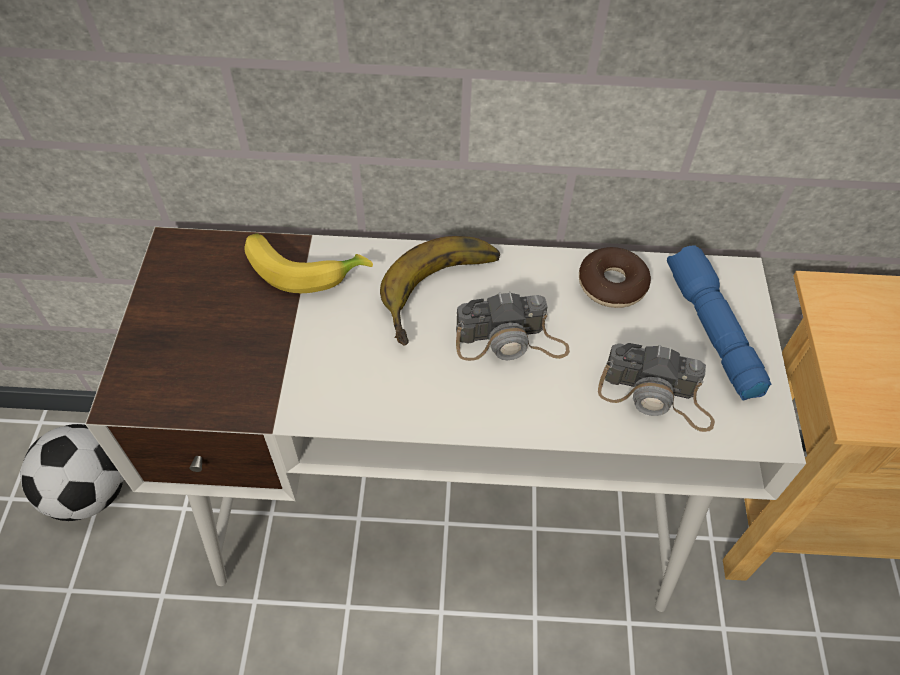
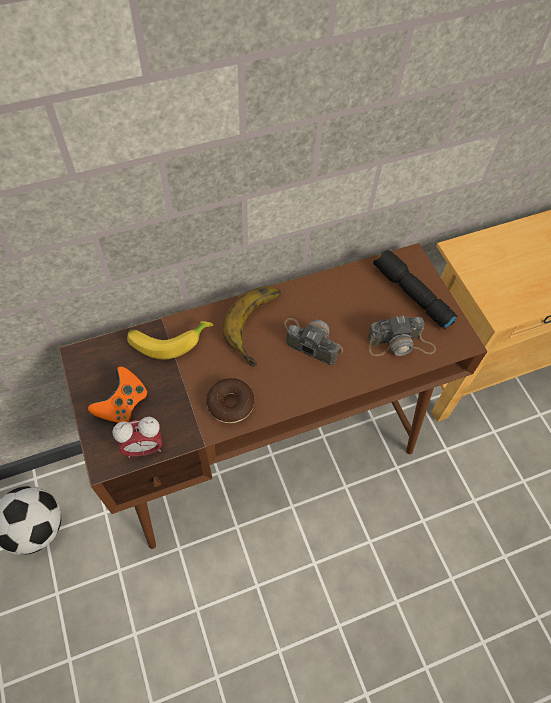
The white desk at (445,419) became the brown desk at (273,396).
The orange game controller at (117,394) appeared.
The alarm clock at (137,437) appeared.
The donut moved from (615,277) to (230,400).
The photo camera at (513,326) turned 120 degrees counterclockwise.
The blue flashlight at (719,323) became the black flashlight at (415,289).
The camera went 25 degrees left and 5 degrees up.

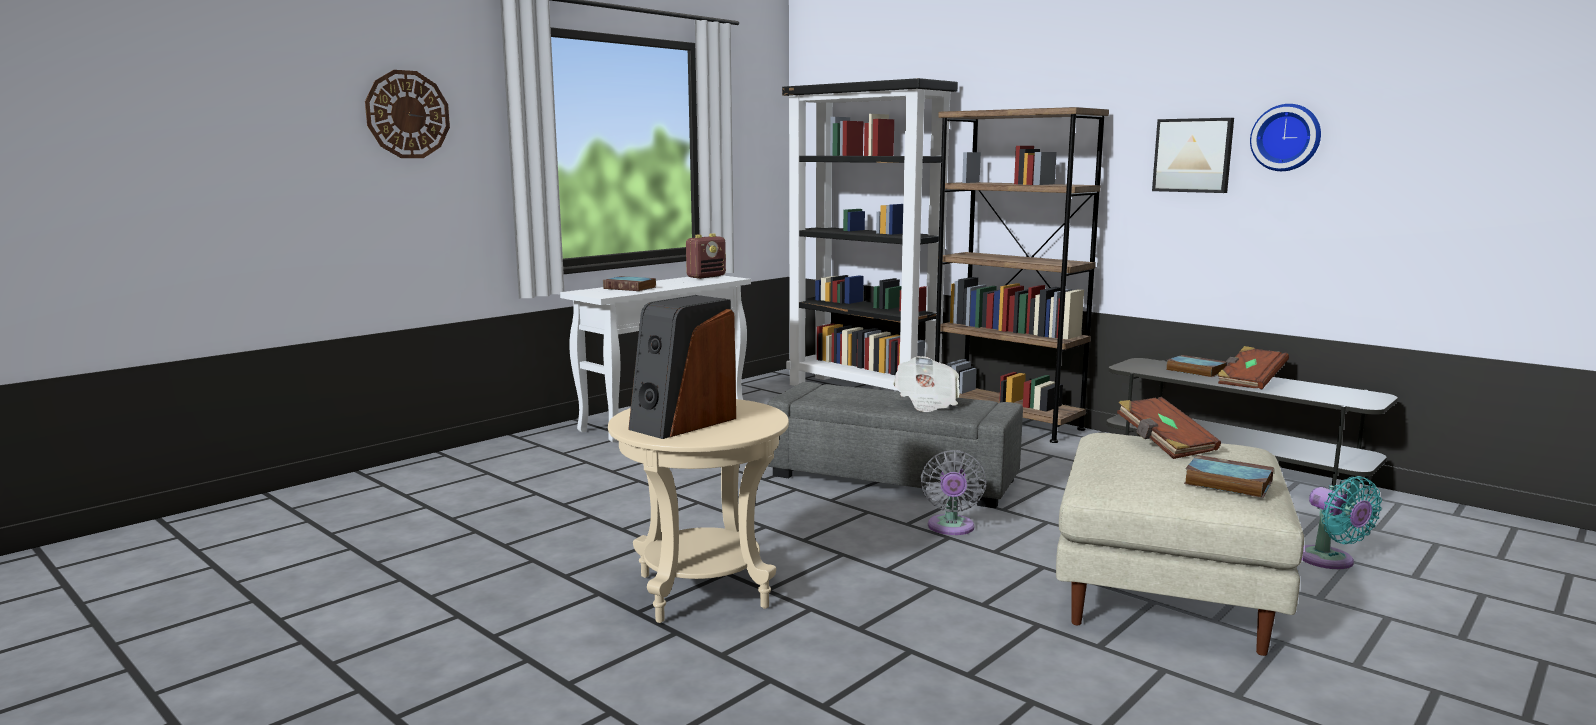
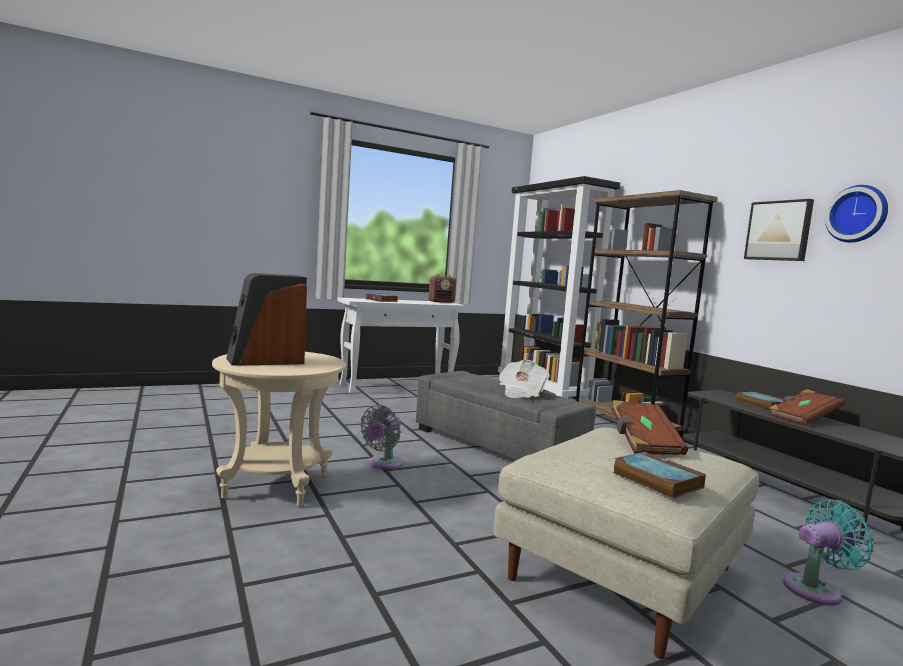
The grey fan moved from (953,492) to (381,437).
The turquoise fan at (1342,522) turned 105 degrees counterclockwise.
The wall clock at (407,114) disappeared.
The camera went 20 degrees right and 5 degrees down.

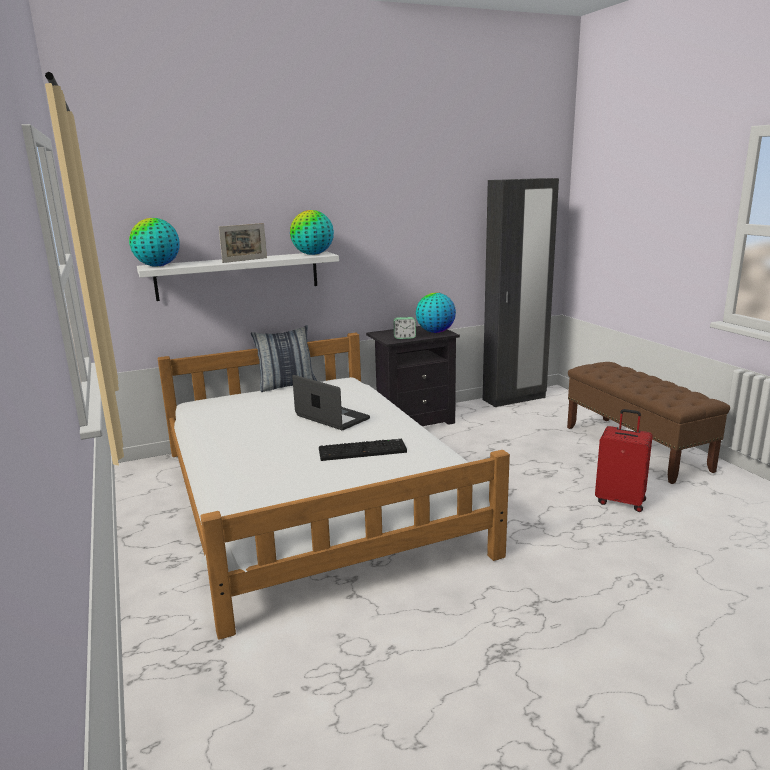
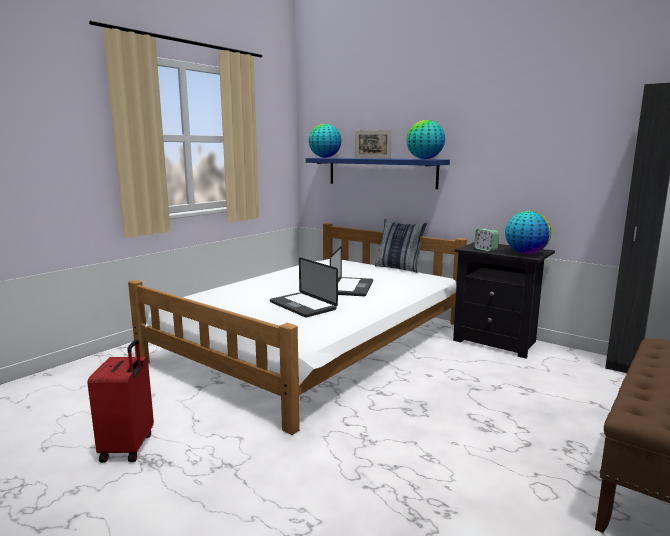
The red suitcase moved from (624,460) to (120,401).
The keyboard at (363,450) was replaced by the laptop at (304,287).
The white shelf at (238,276) became the blue shelf at (378,173).
The camera went 60 degrees right and 5 degrees down.

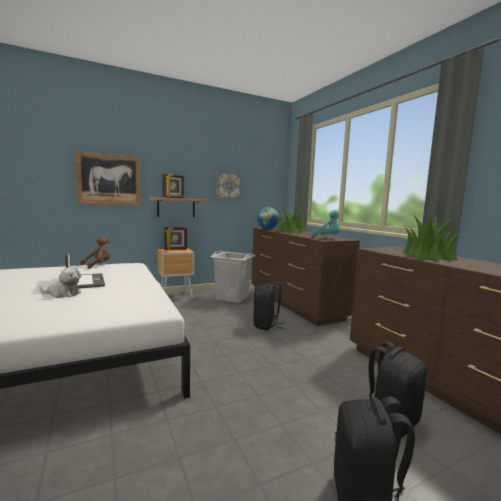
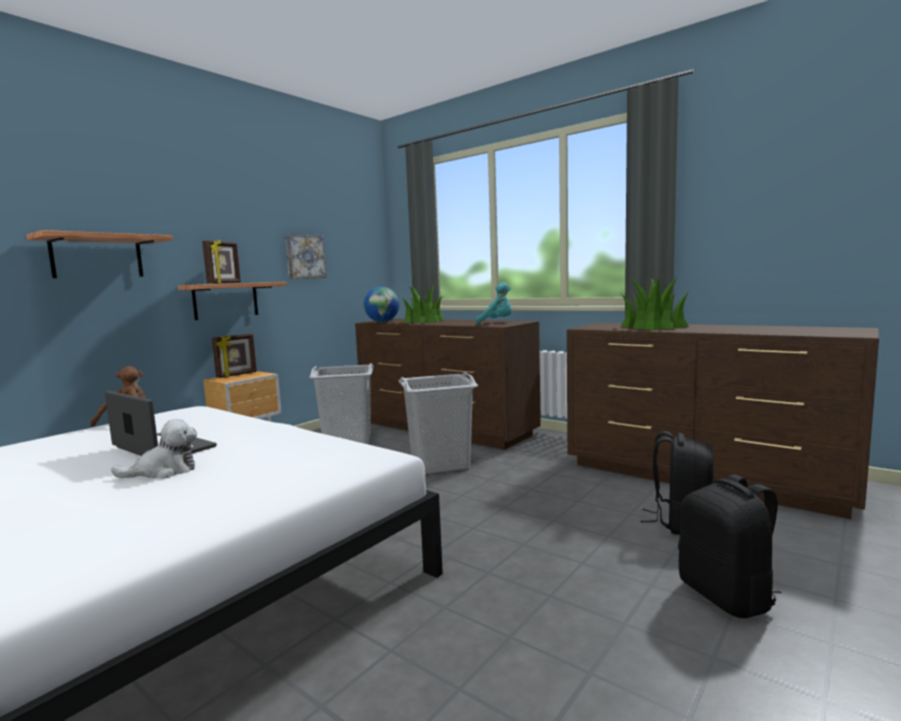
The picture at (108,178) was replaced by the shelf at (99,254).
The black backpack at (268,306) was replaced by the grey laundry basket at (438,423).
The camera went 25 degrees left and 0 degrees up.

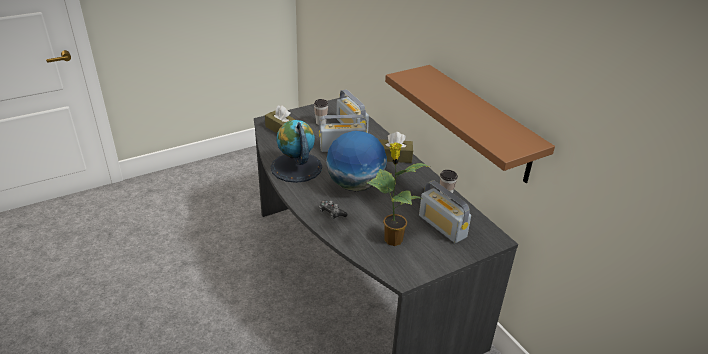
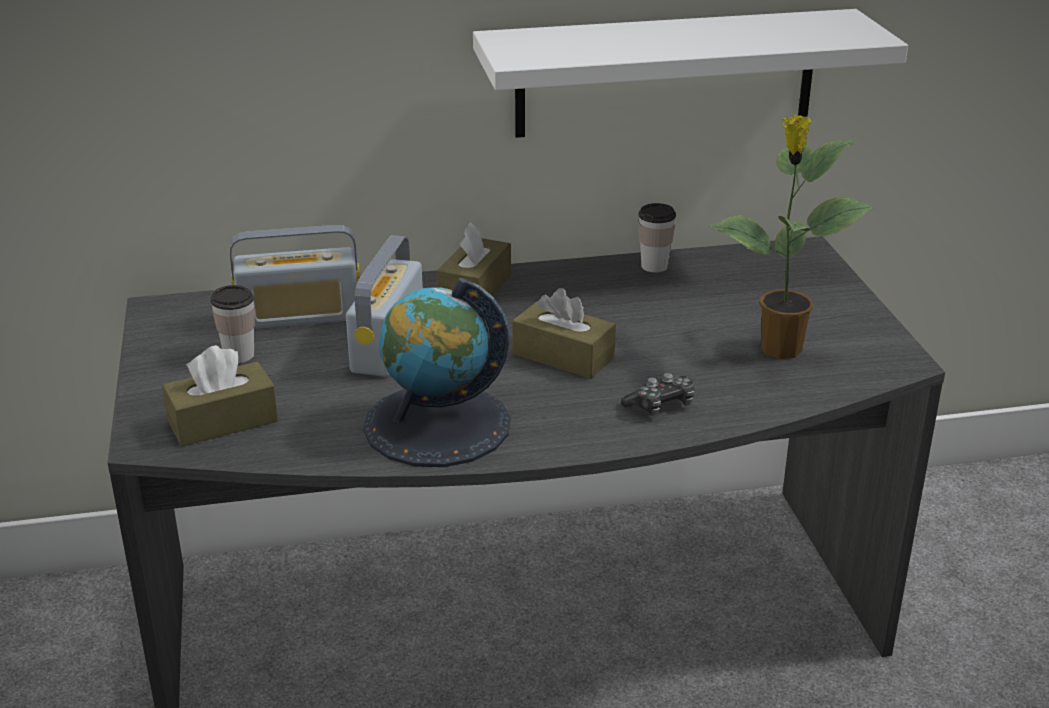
The brown shelf at (470,124) became the white shelf at (690,73).
The globe at (356,161) was replaced by the brown tissue box at (564,333).
The radio at (445,211) disappeared.
The camera went 70 degrees left and 5 degrees down.

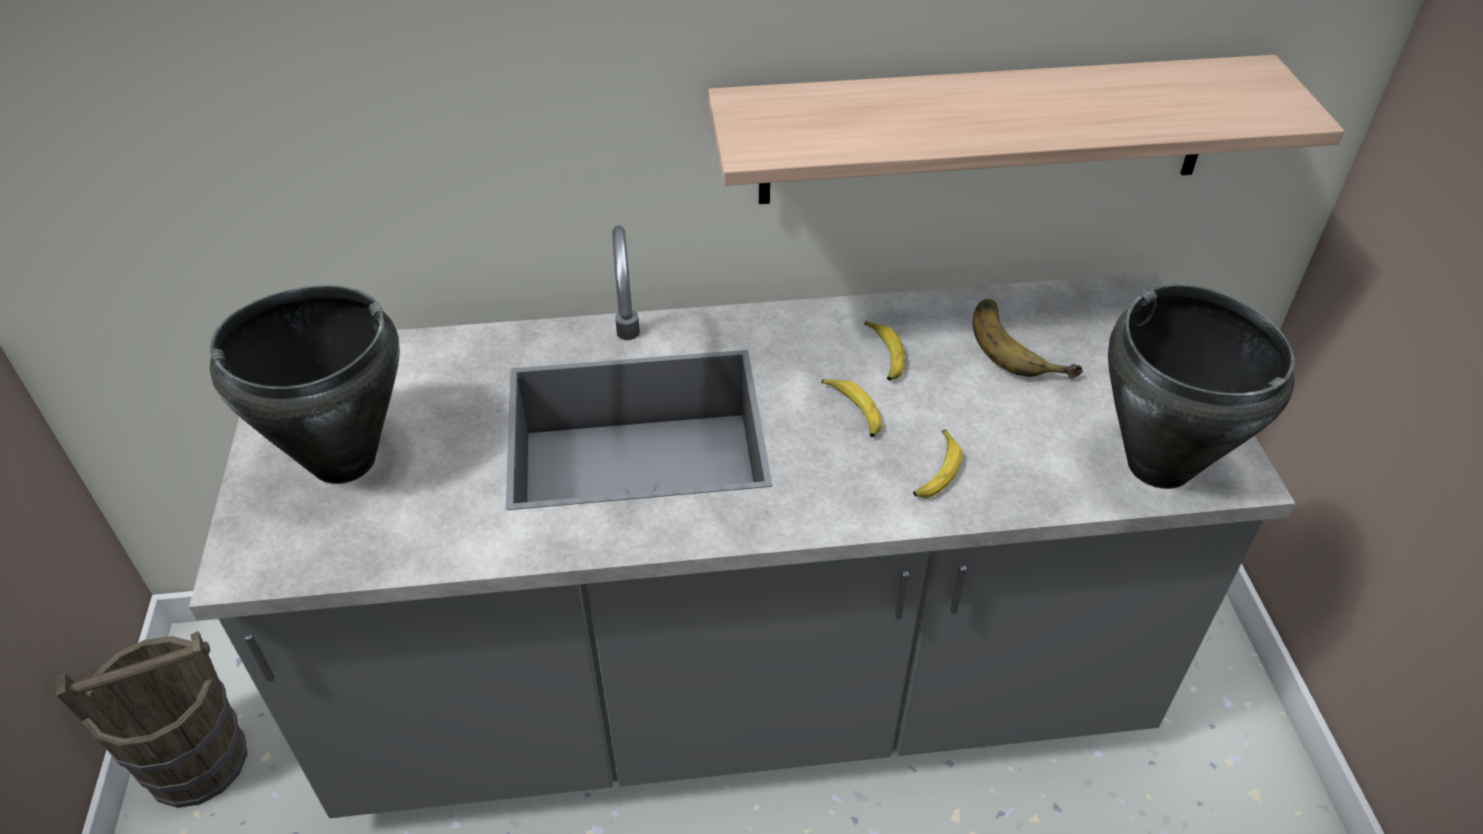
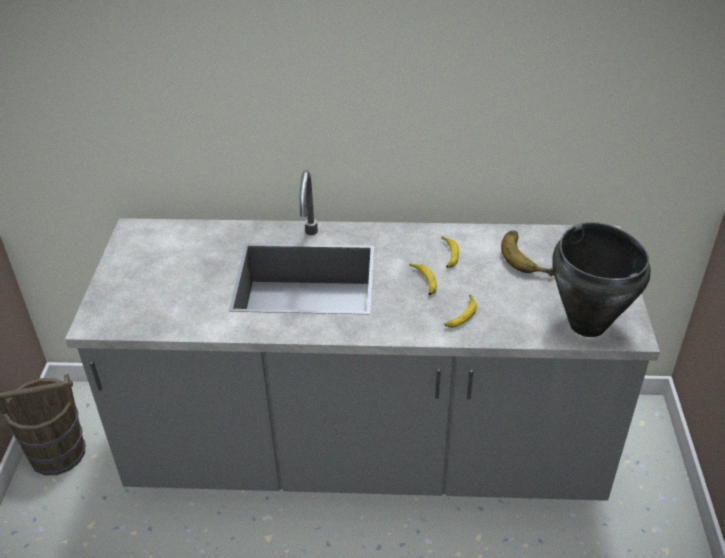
The black cooking pot at (305,384) disappeared.
The shelf at (1026,129) disappeared.
The camera went 10 degrees right and 5 degrees down.

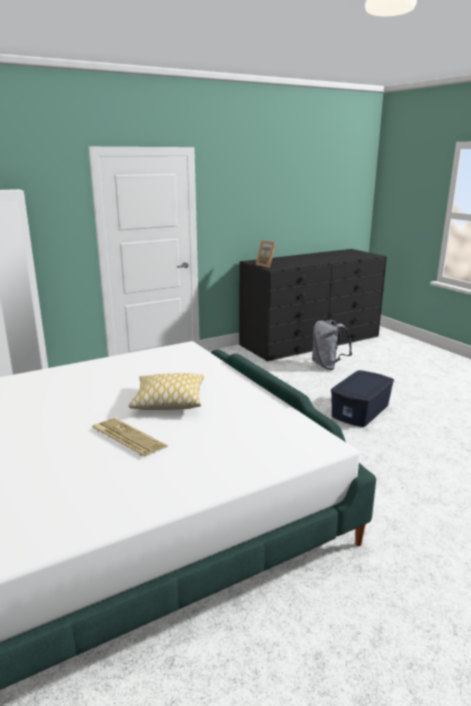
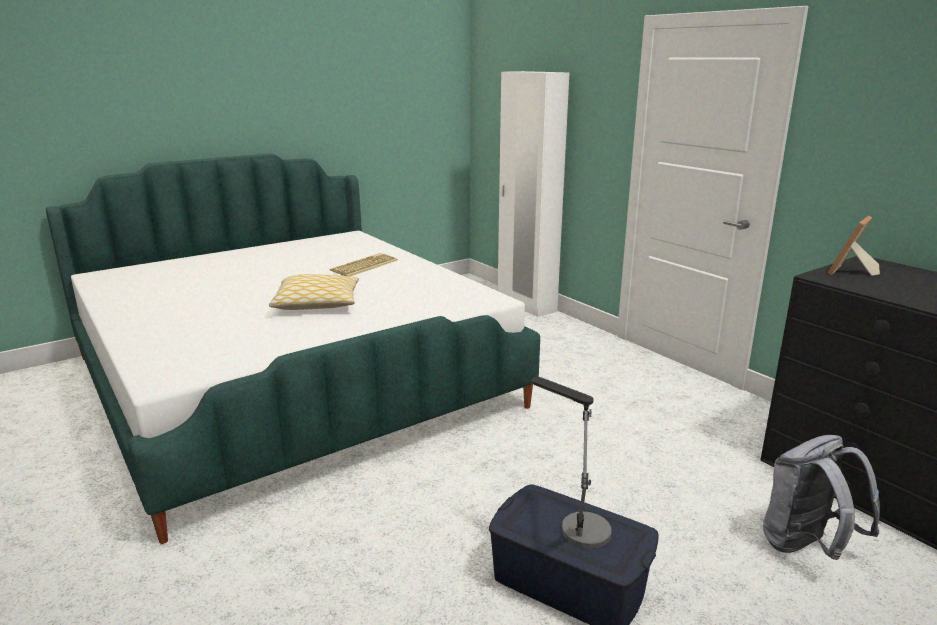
The keyboard moved from (130,437) to (364,264).
The table lamp at (571,463) appeared.
The camera went 85 degrees right and 0 degrees up.

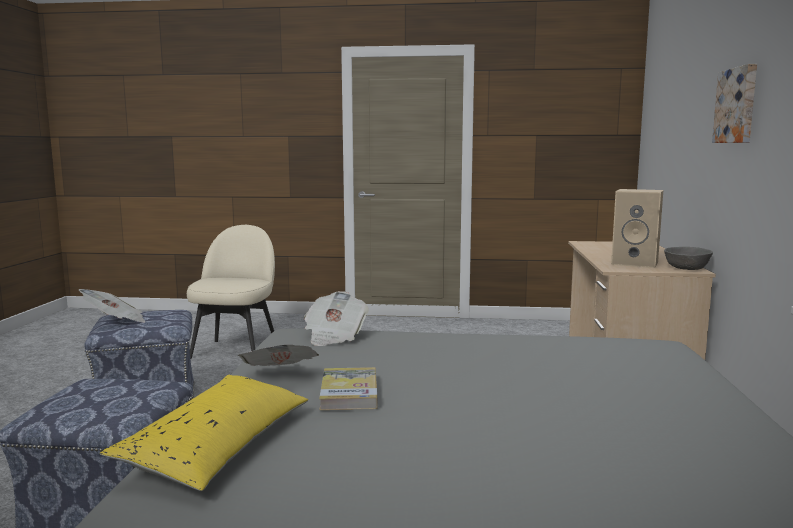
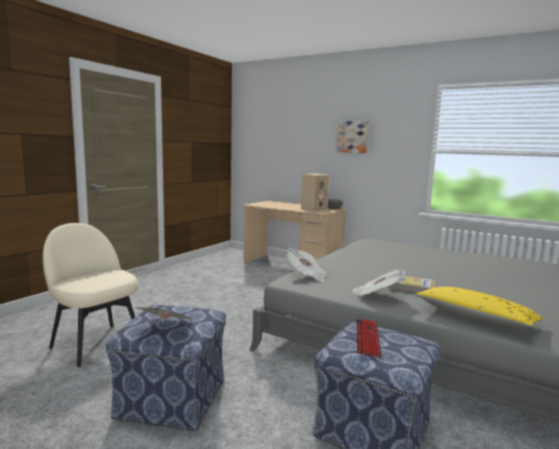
The keyboard at (369,338) appeared.
The camera went 65 degrees left and 0 degrees up.

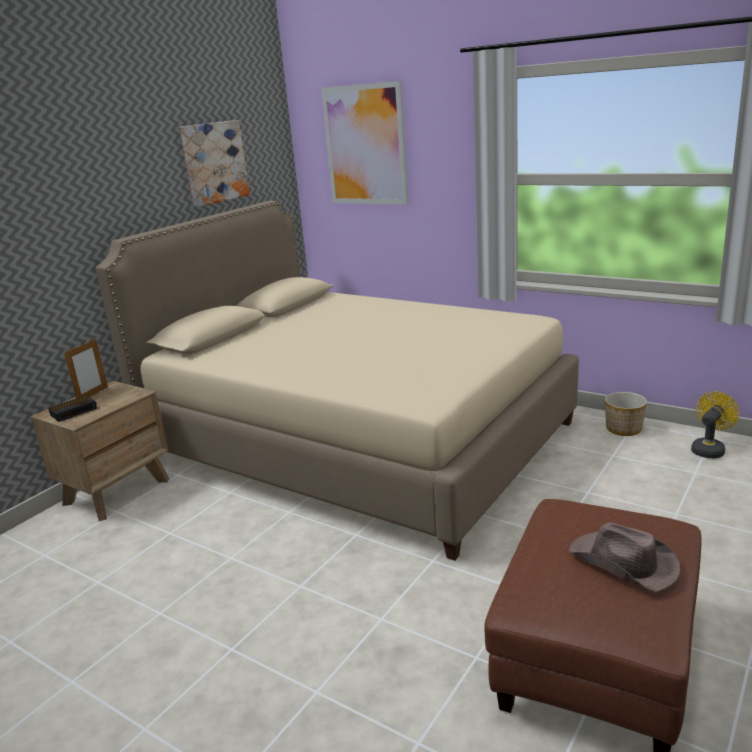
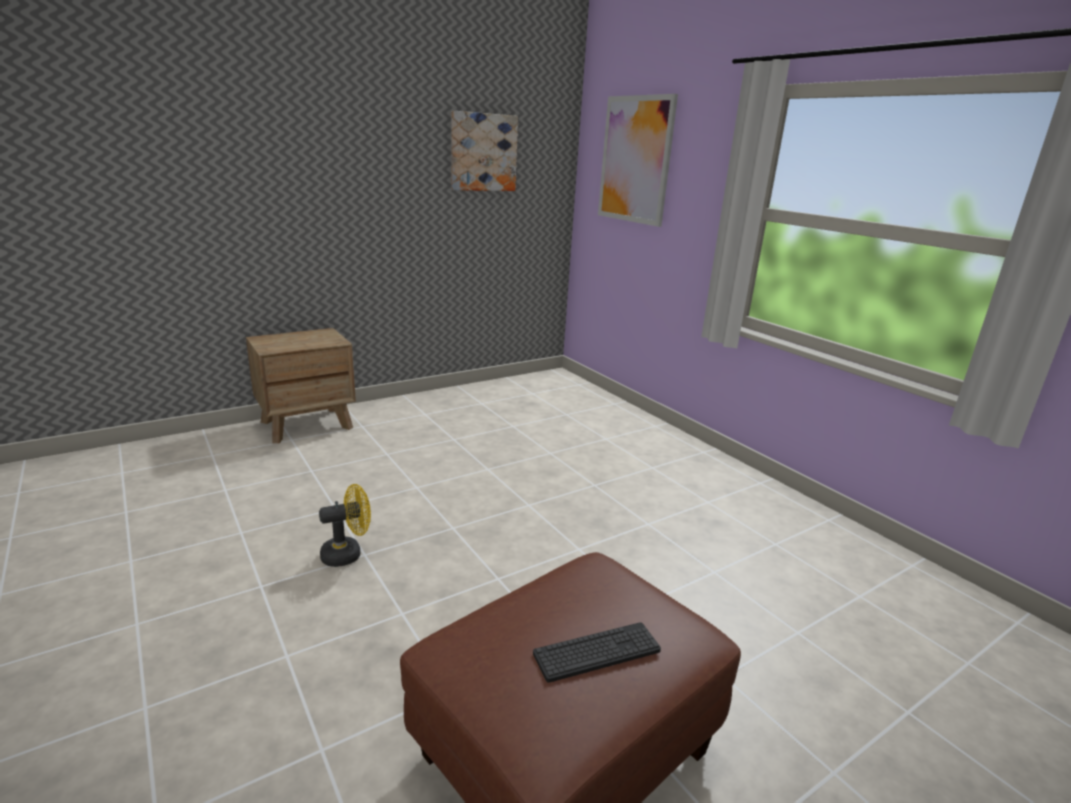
The yellow fan moved from (715,425) to (345,525).
The brown hat at (625,557) was replaced by the keyboard at (597,652).
The alarm clock at (72,408) disappeared.
The picture frame at (86,368) disappeared.
The beige bed at (337,381) disappeared.
The planter at (626,414) disappeared.
The camera went 20 degrees right and 0 degrees up.

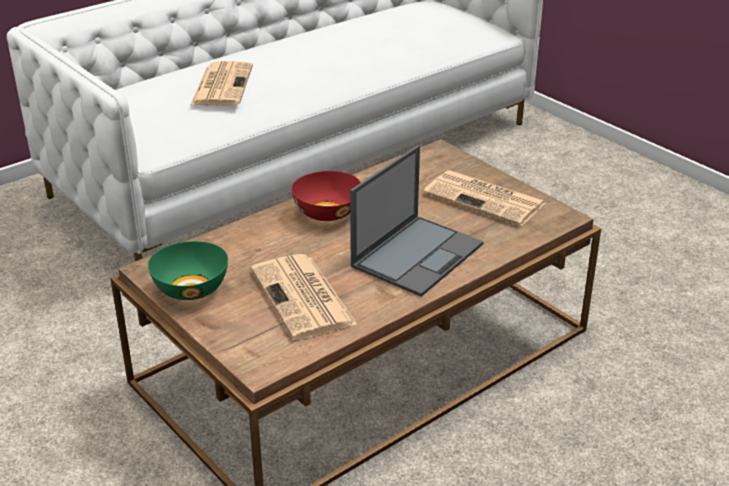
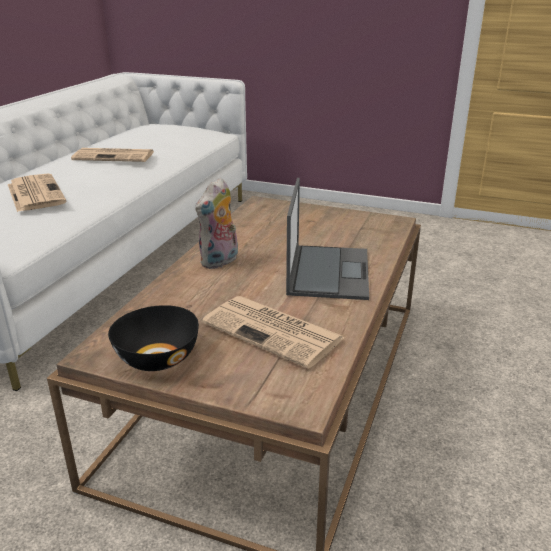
The newspaper moved from (484,198) to (112,155).
The green bowl at (188,270) became the black bowl at (153,338).
The red bowl at (326,196) was replaced by the plush toy at (216,223).
The camera went 30 degrees left and 5 degrees down.

